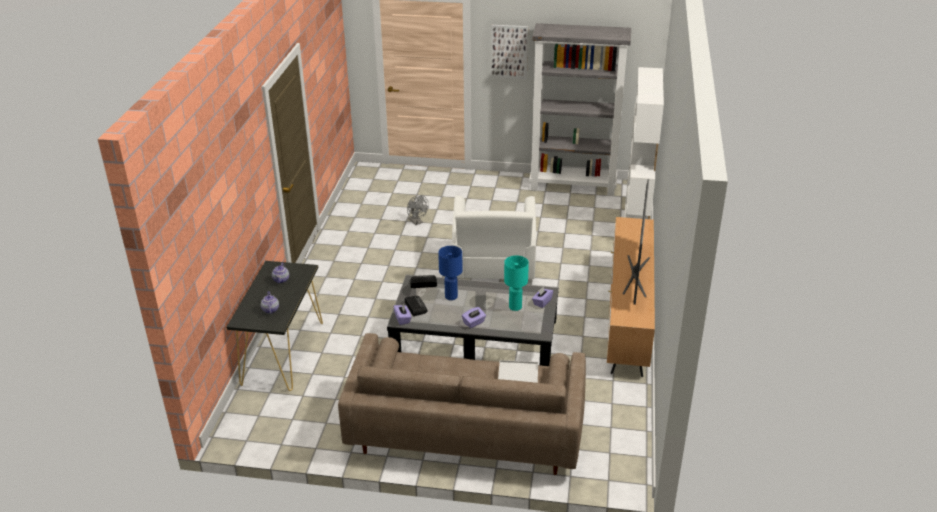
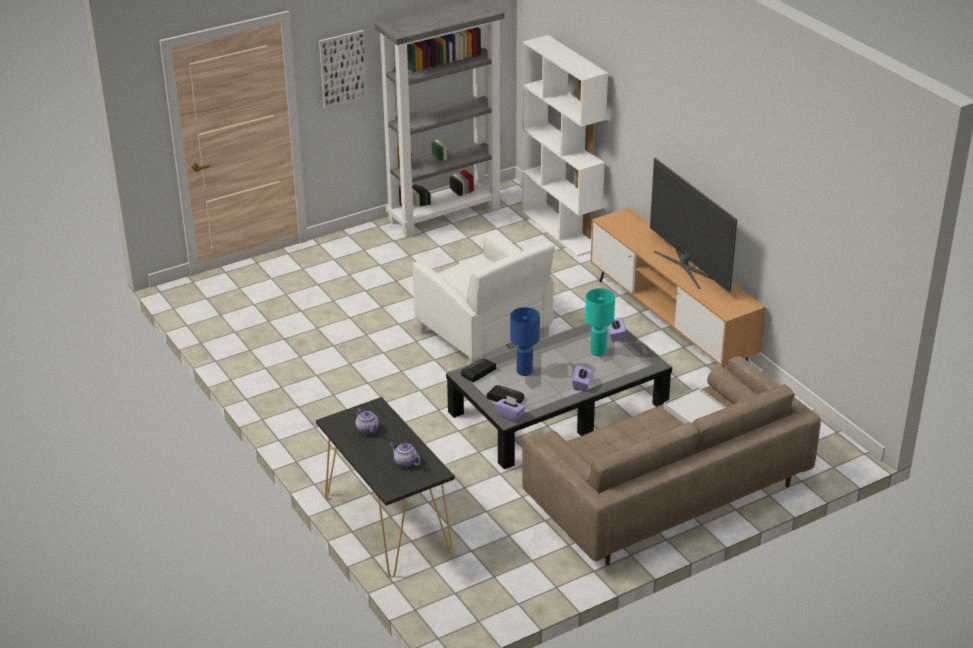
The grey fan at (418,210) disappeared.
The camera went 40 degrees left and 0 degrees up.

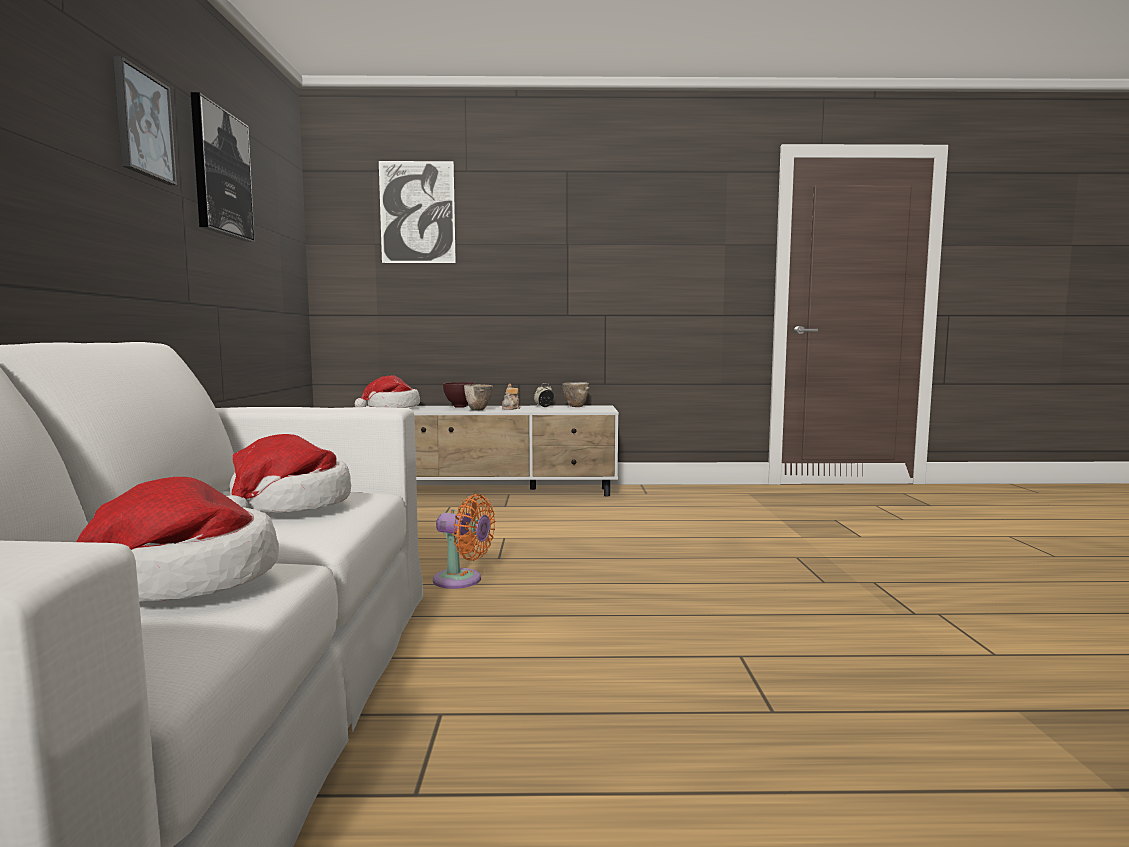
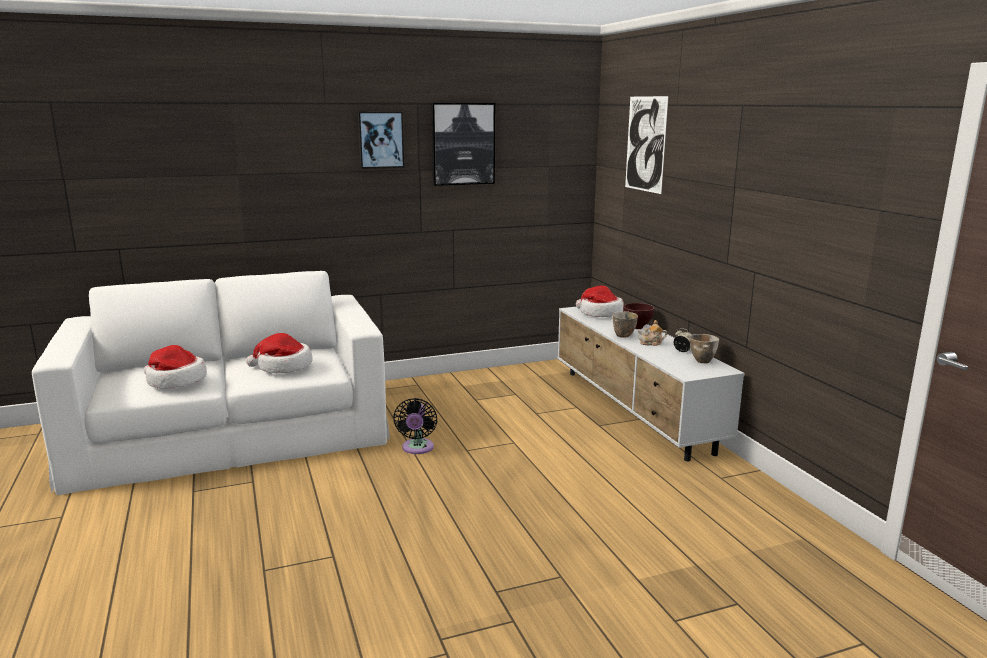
The orange fan at (464,541) became the black fan at (415,426).
The camera went 70 degrees right and 10 degrees up.

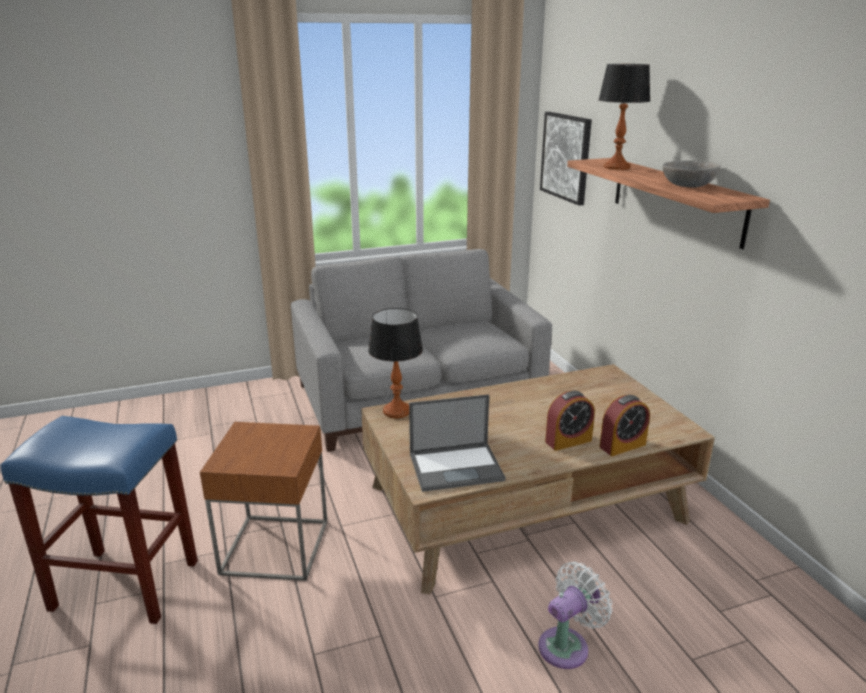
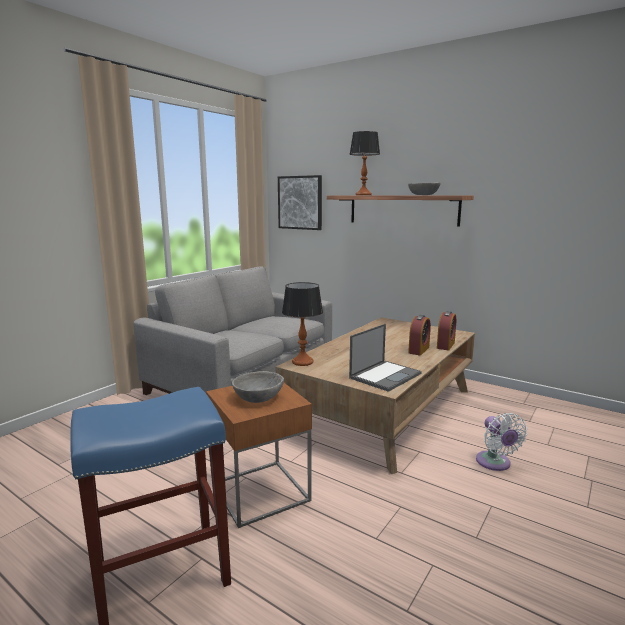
The grey bowl at (258,387) appeared.
The white fan at (575,615) turned 150 degrees clockwise.
The camera went 35 degrees left and 10 degrees down.

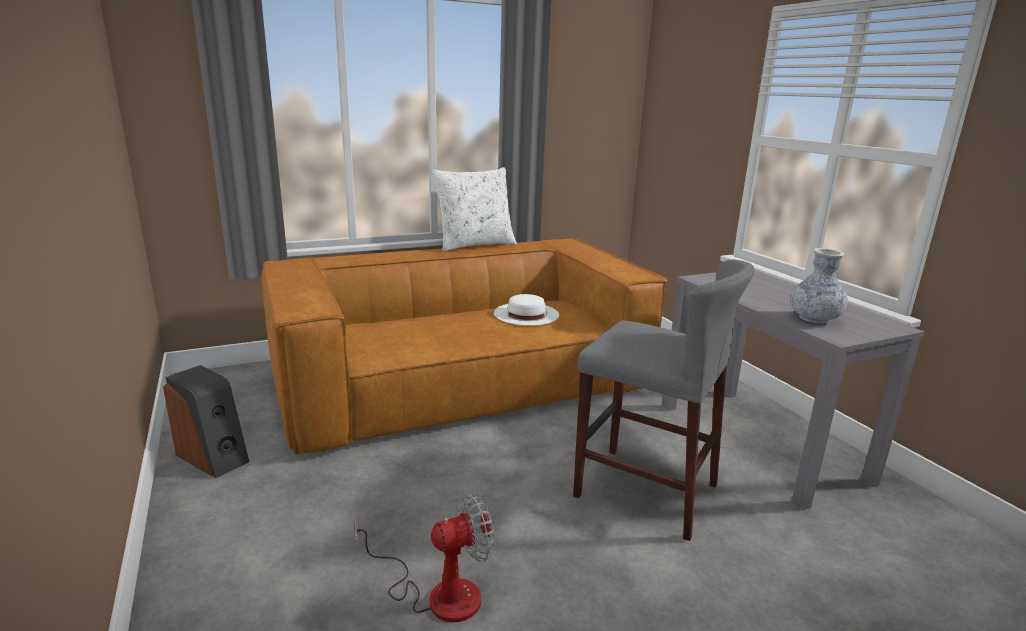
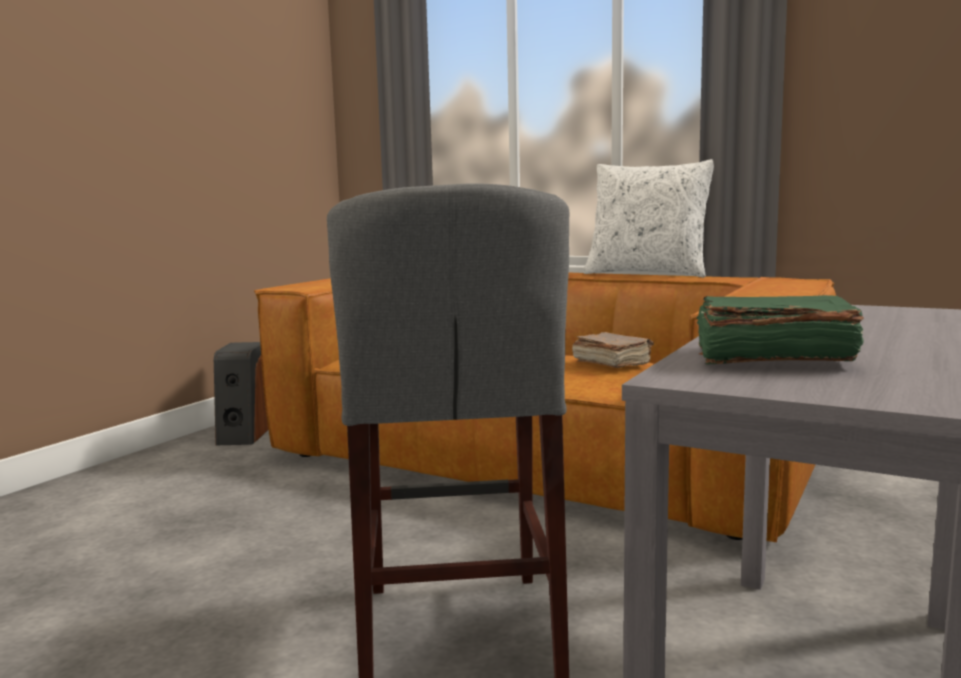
The white hat at (526,310) was replaced by the brown book at (613,350).
The vase at (819,286) was replaced by the green book at (780,330).
The fan at (424,558) disappeared.
The camera went 55 degrees right and 10 degrees down.

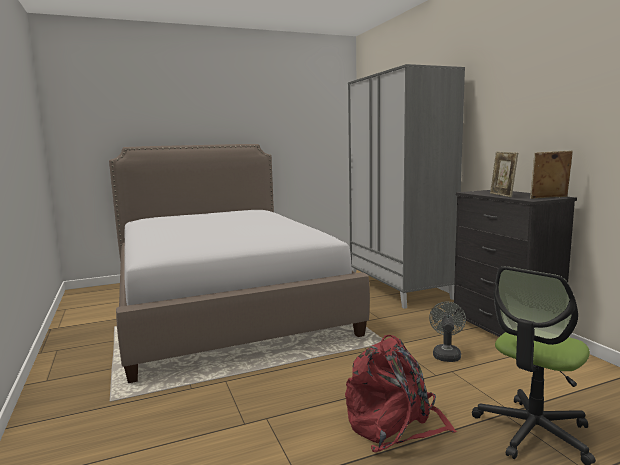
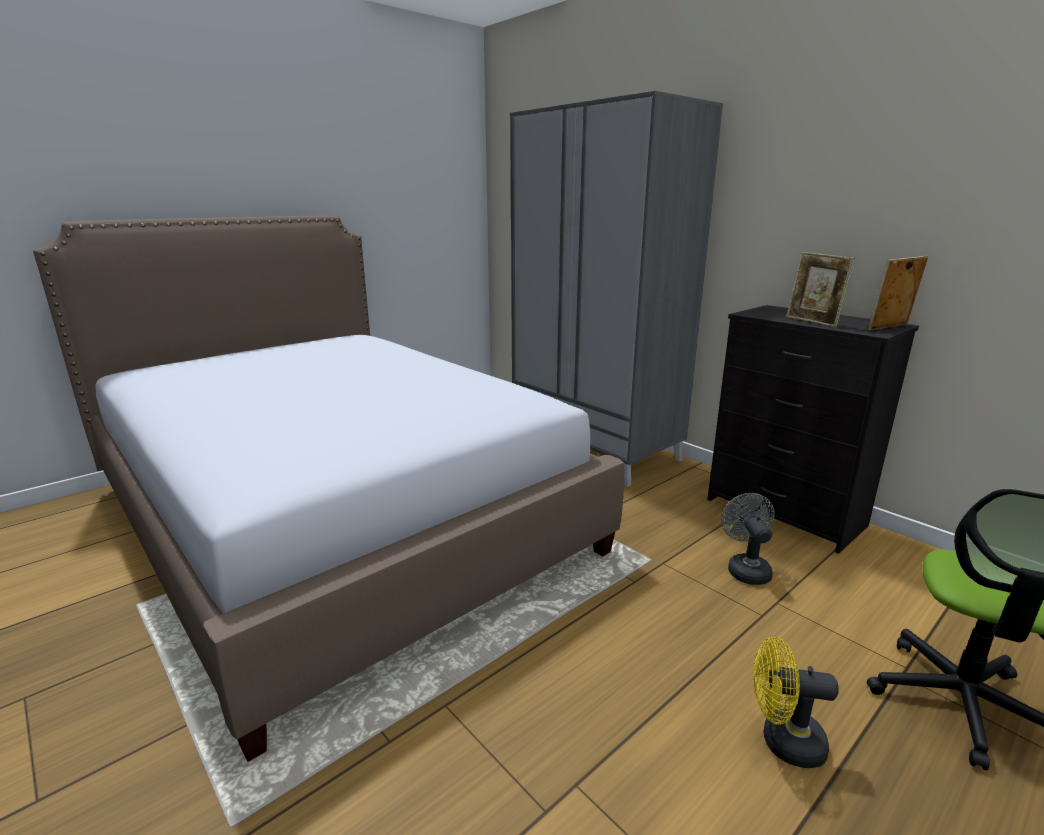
The red backpack at (401,393) was replaced by the yellow fan at (796,702).
The camera went 20 degrees left and 10 degrees up.

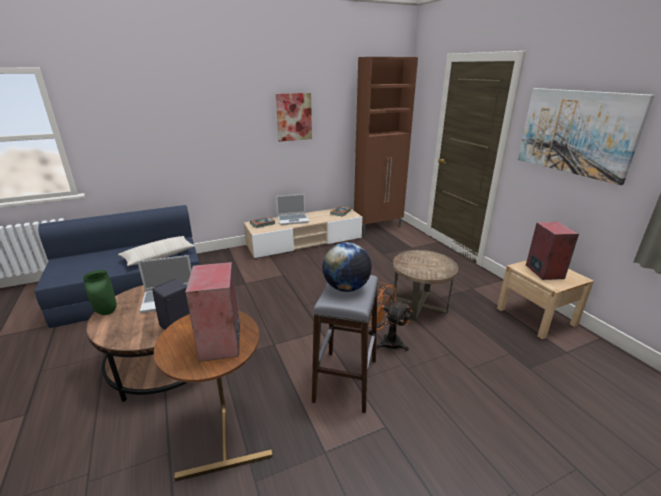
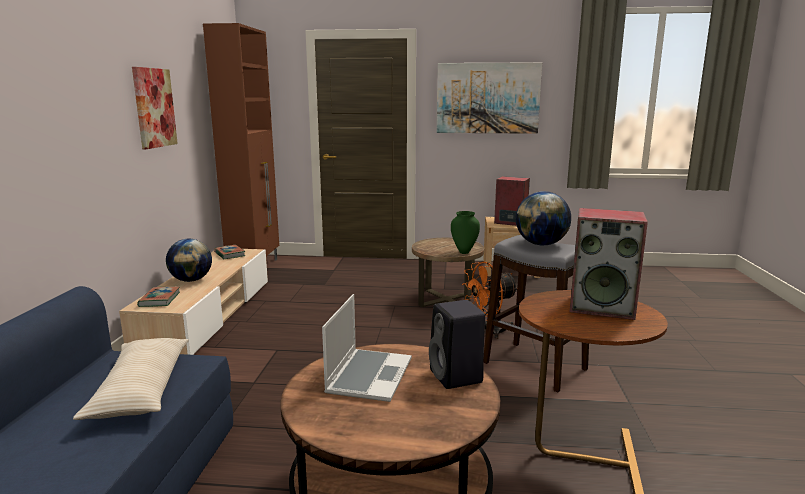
The laptop at (292,209) was replaced by the globe at (189,260).
The green vase moved from (100,292) to (465,232).
The camera went 60 degrees left and 10 degrees down.

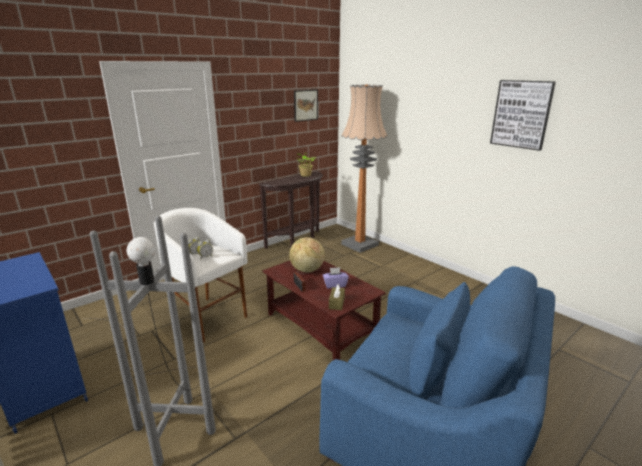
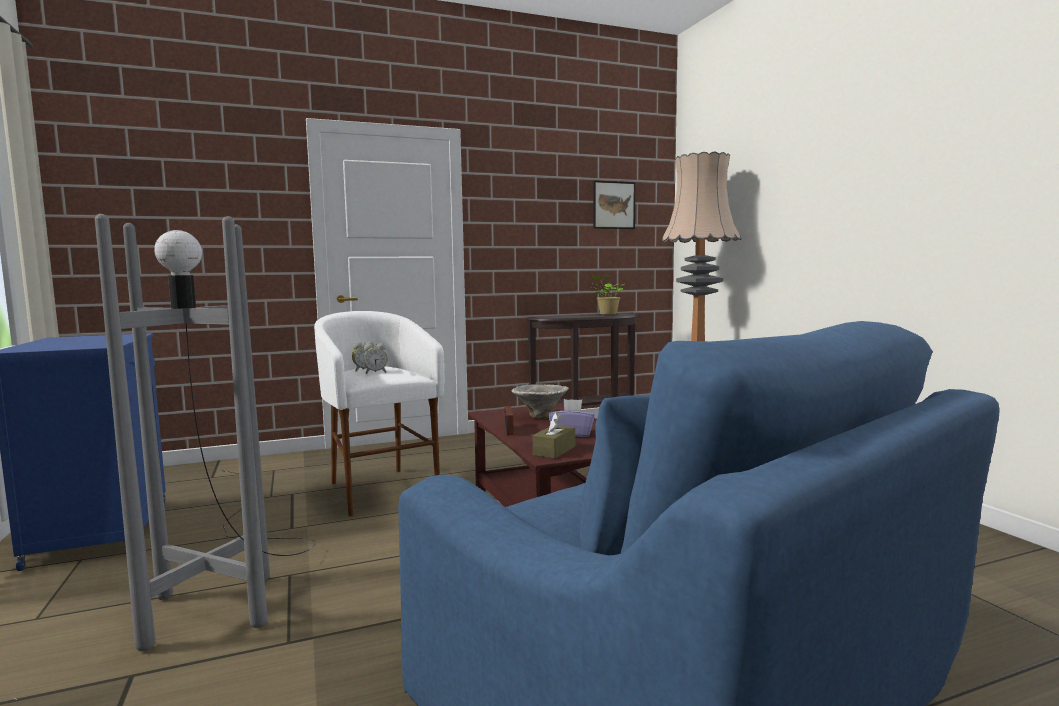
The globe at (307,255) was replaced by the bowl at (540,401).
The picture at (523,115) disappeared.
The camera went 20 degrees right and 15 degrees down.

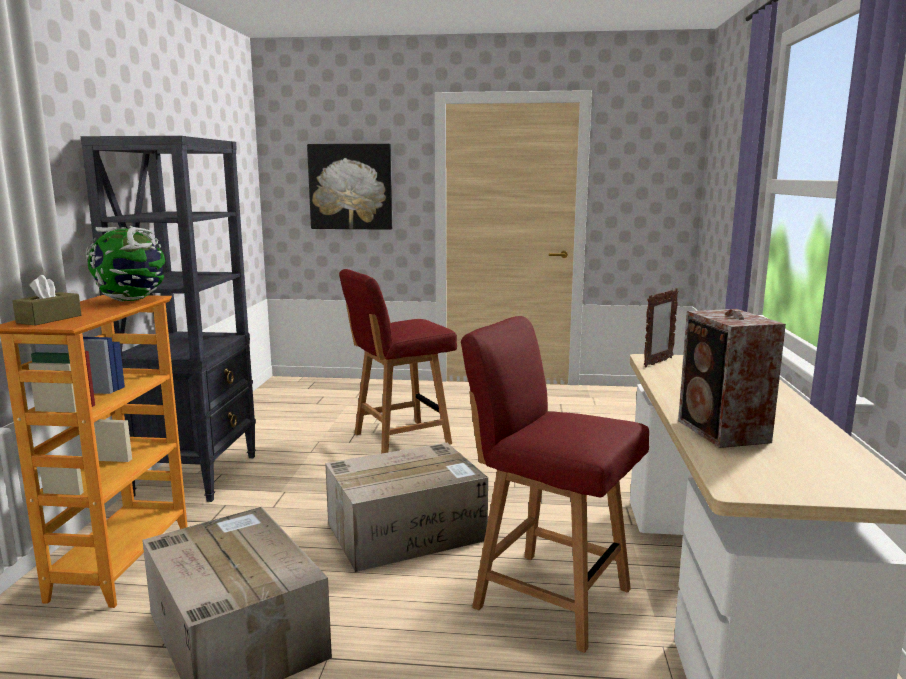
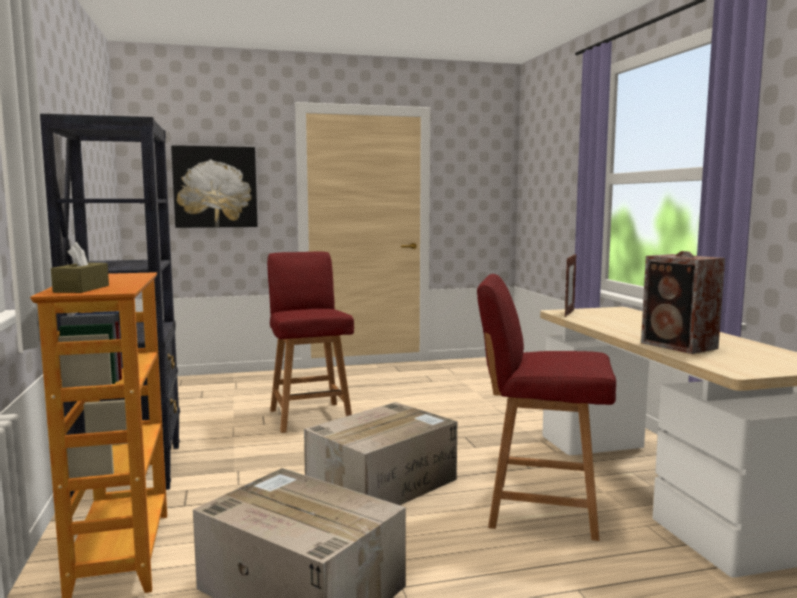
The red chair at (398,361) turned 120 degrees clockwise.
The globe at (125,264) disappeared.
The camera went 20 degrees left and 5 degrees down.

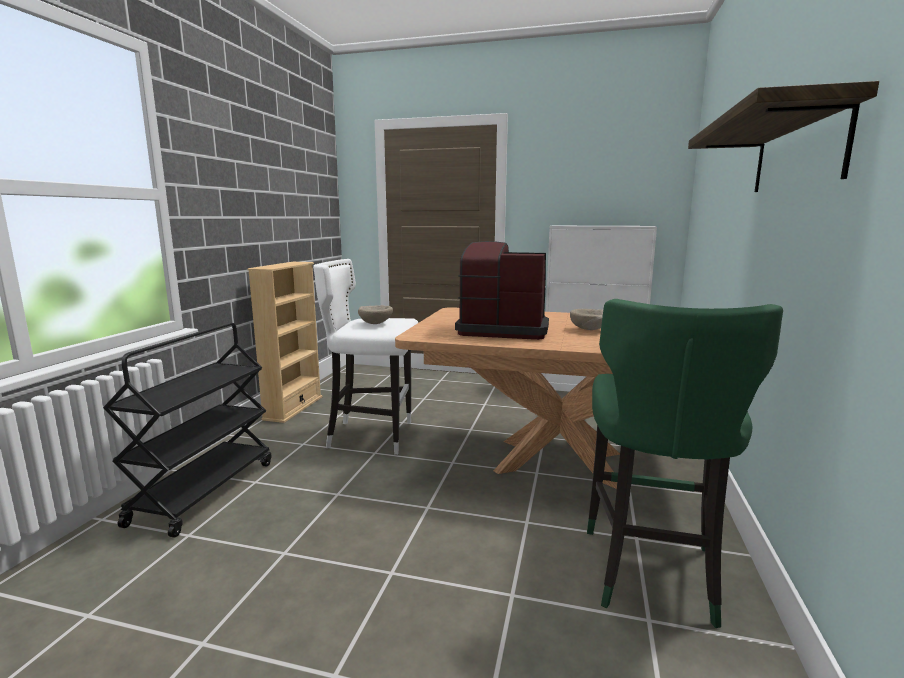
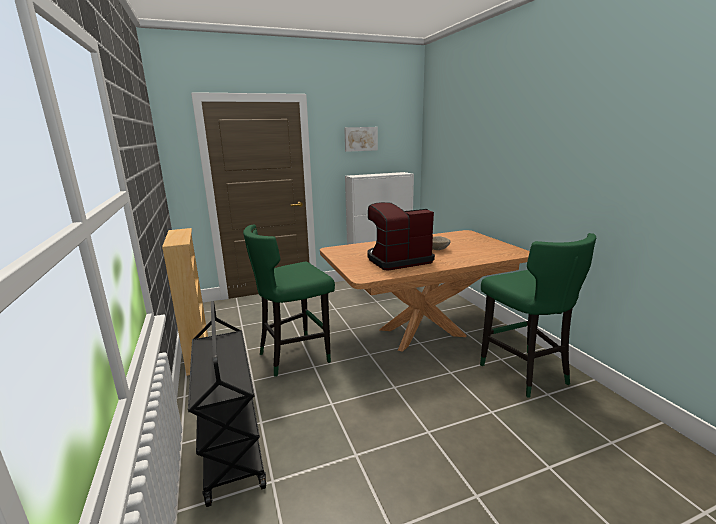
The white stool at (365,357) became the green stool at (289,301).
The picture at (361,139) appeared.
The beige bowl at (375,314) disappeared.
The shelf at (783,136) disappeared.
The camera went 35 degrees left and 5 degrees up.

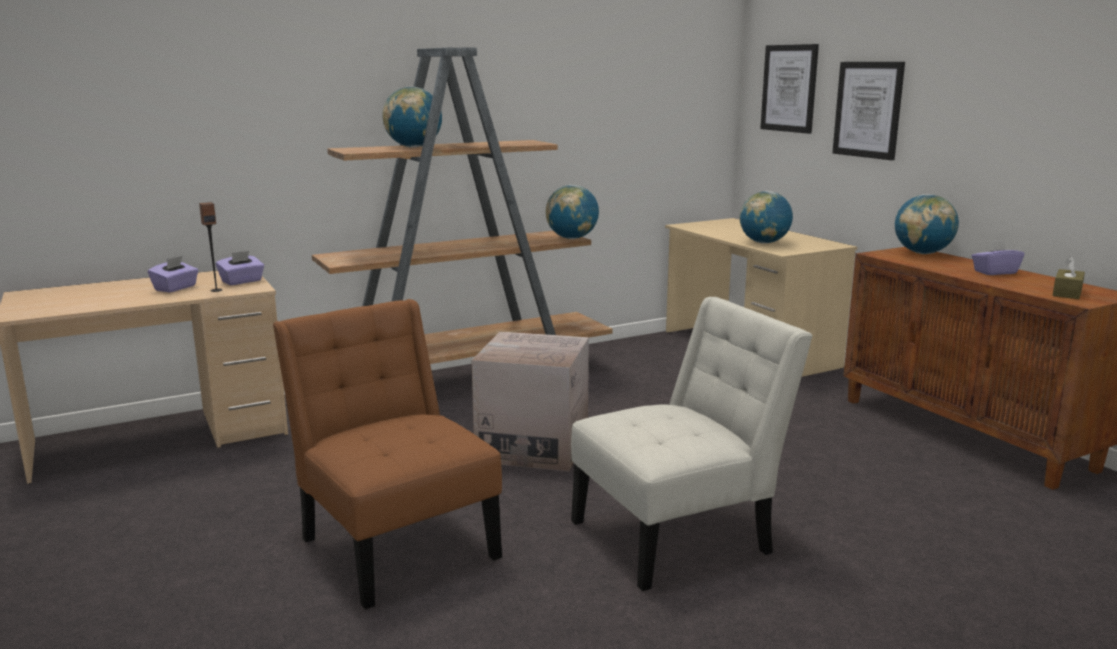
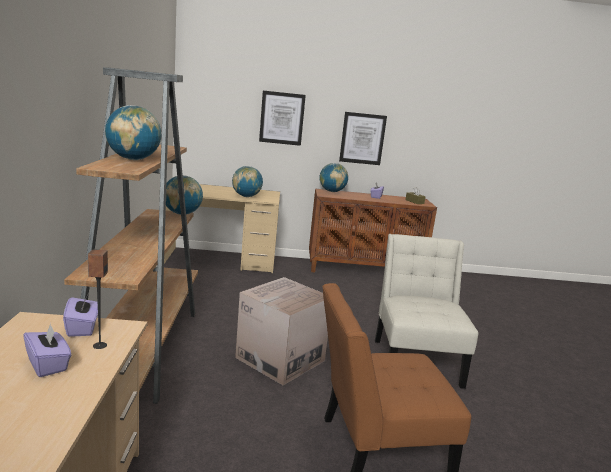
The picture moved from (789,89) to (363,138).
The camera went 65 degrees left and 0 degrees up.

